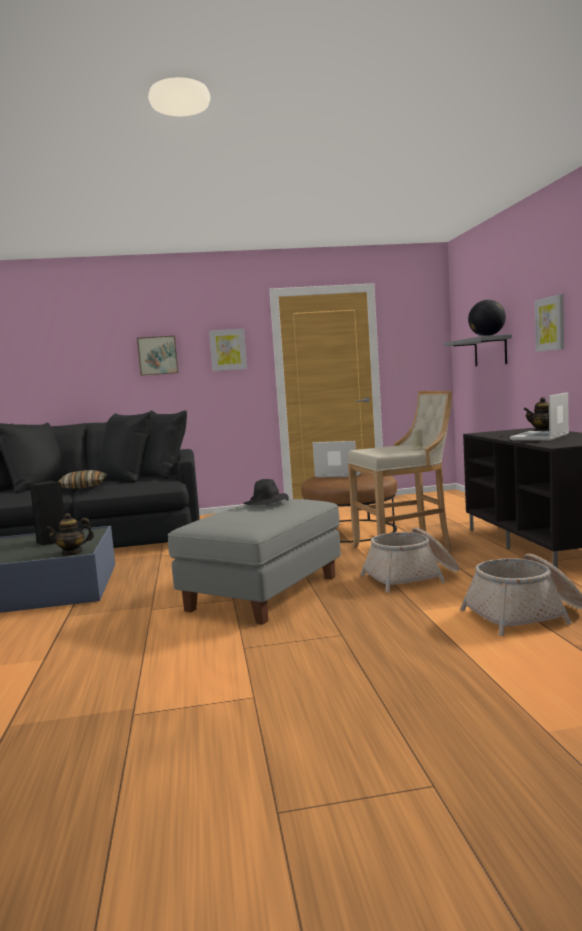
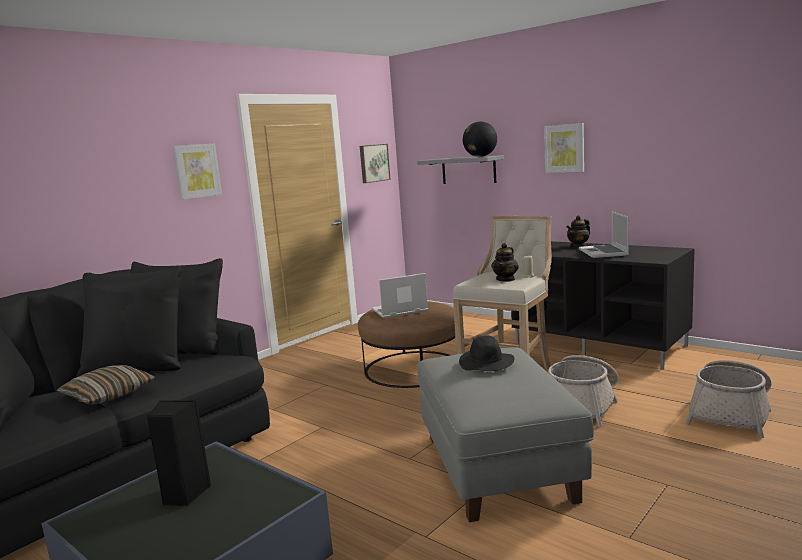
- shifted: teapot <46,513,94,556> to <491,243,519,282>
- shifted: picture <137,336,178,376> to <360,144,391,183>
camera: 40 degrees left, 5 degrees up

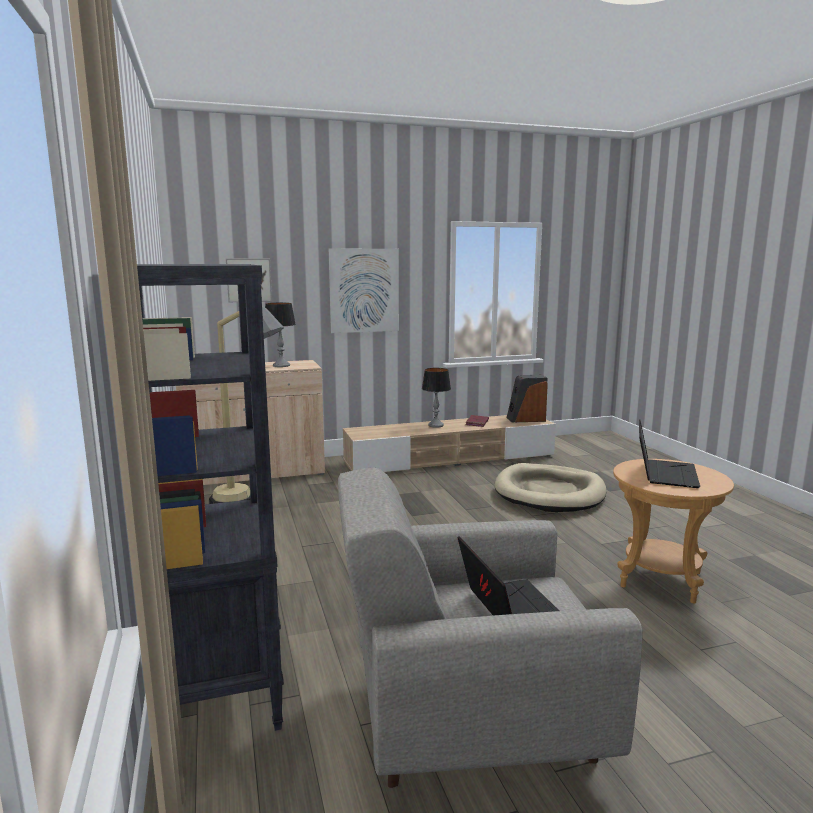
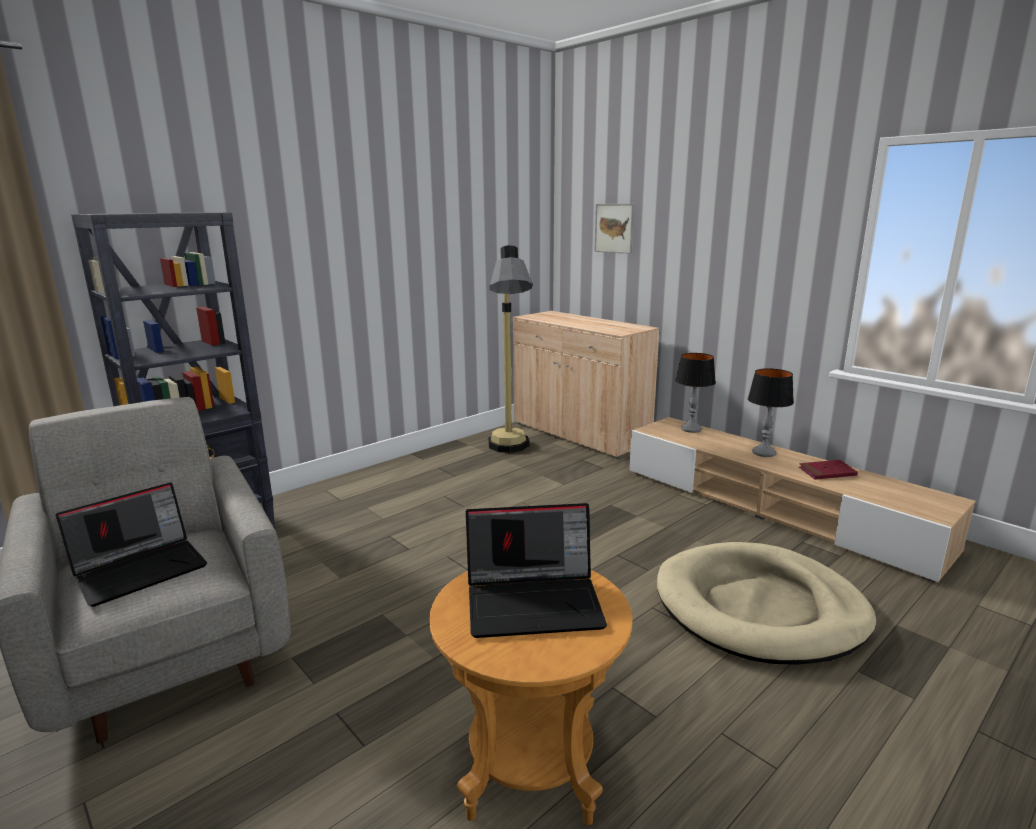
- gone: picture <329,248,399,333>
- gone: speaker <507,375,548,422>
- shifted: table lamp <265,303,296,367> to <675,353,716,433>
camera: 65 degrees right, 5 degrees up

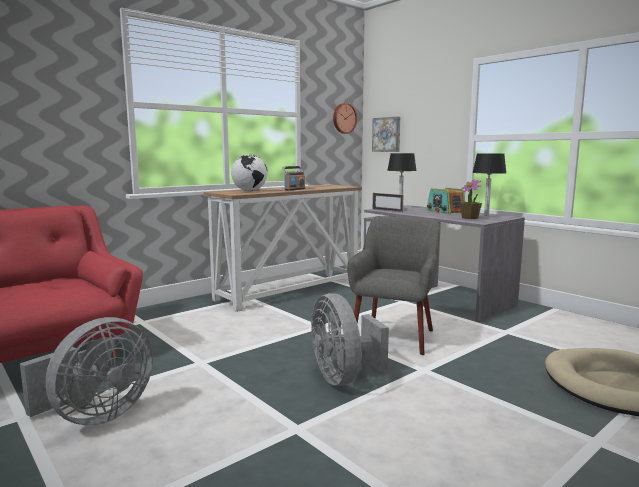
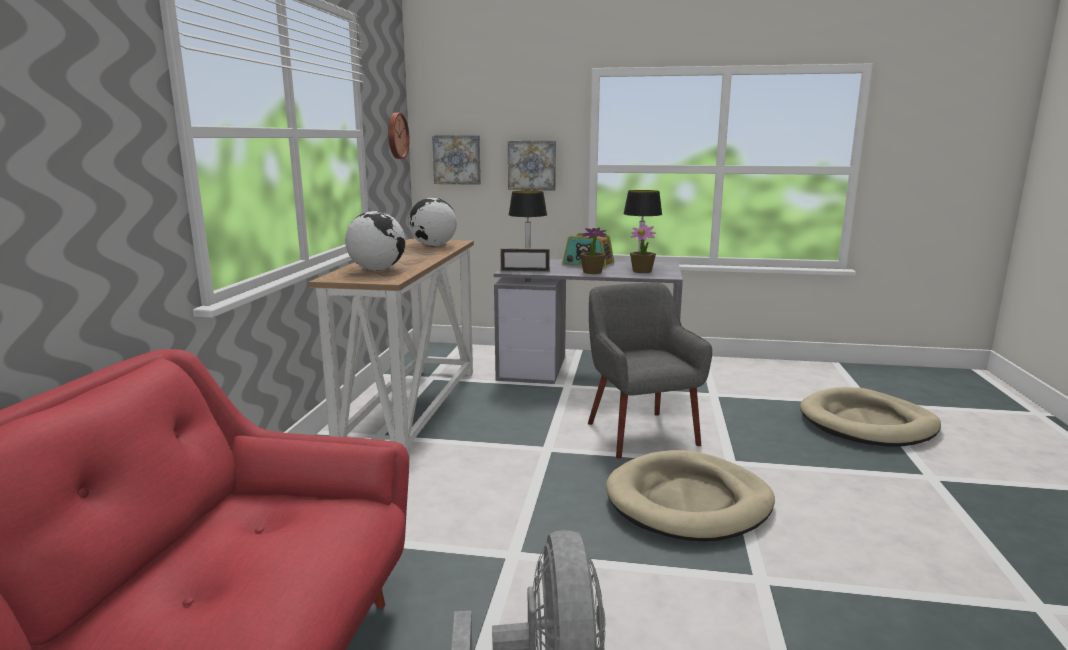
- gone: radio <282,166,305,191>
- new: globe <409,198,457,246>
- new: picture <508,141,556,191>
- new: potted plant <580,228,606,274>
- swapped: grey fan <311,293,389,386> to beige dog bed <606,450,775,542>
camera: 40 degrees left, 5 degrees up

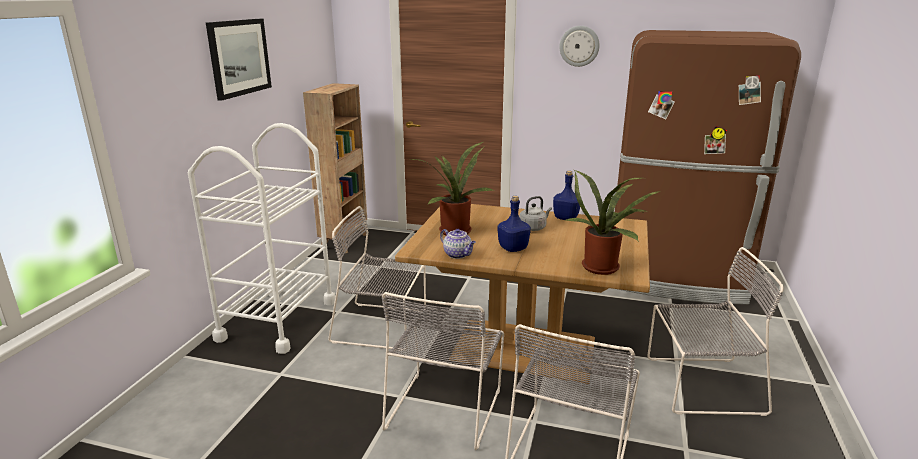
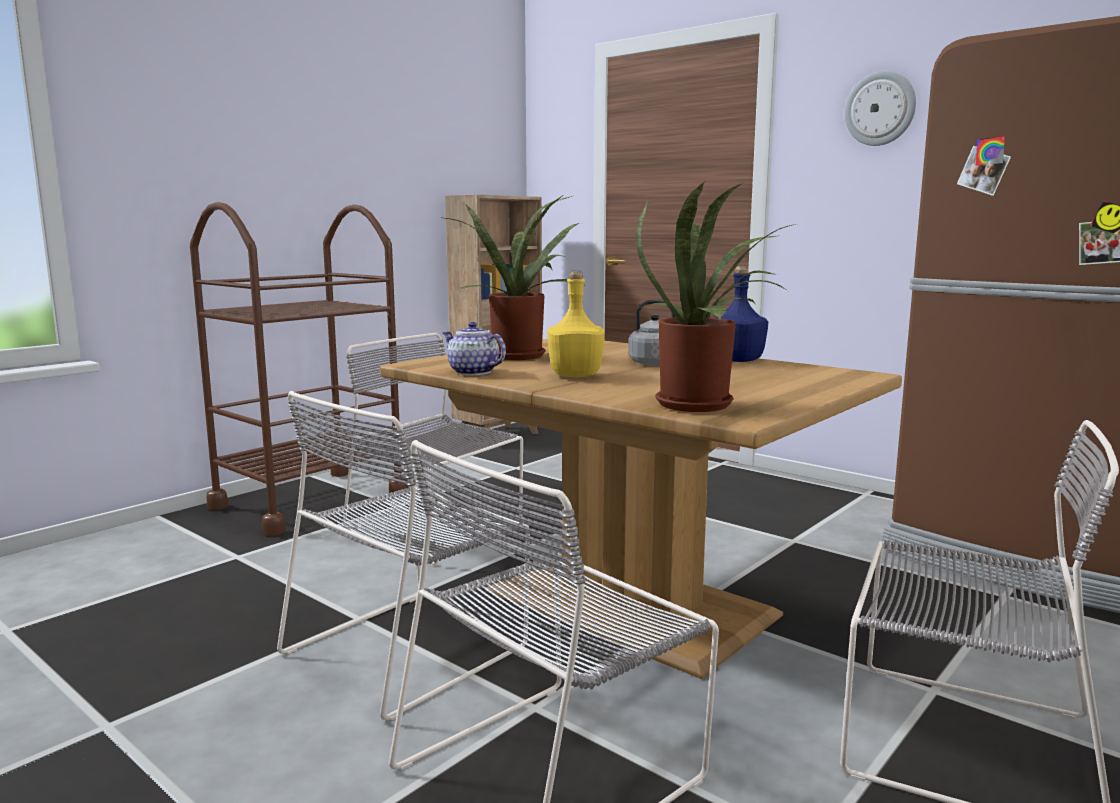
- gone: picture <206,19,272,101>
- repainted: white cart <188,123,336,354> to brown cart <190,202,409,536>
- repainted: blue bottle <497,196,531,252> to yellow bottle <547,271,604,377>
- rotated: teapot <440,229,476,259> = <442,322,506,375> 150 degrees clockwise
camera: 25 degrees right, 10 degrees down

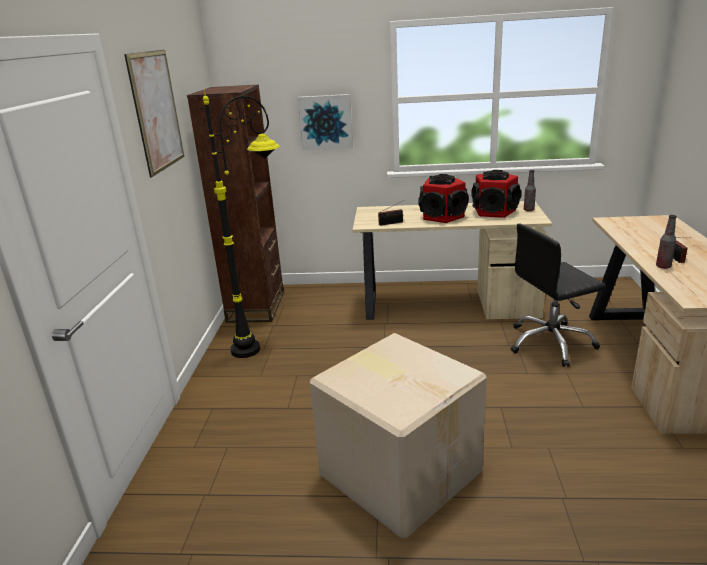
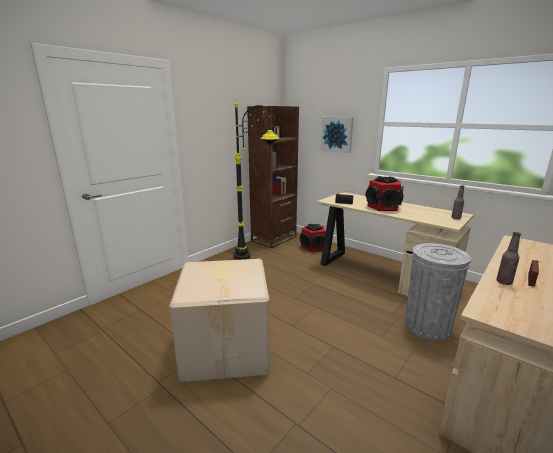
- gone: picture <124,50,185,178>
- shifted: speaker <471,170,522,218> to <300,224,326,252>
- swapped: black office chair <511,224,606,367> to grey trash can <405,243,471,341>
camera: 35 degrees right, 5 degrees down

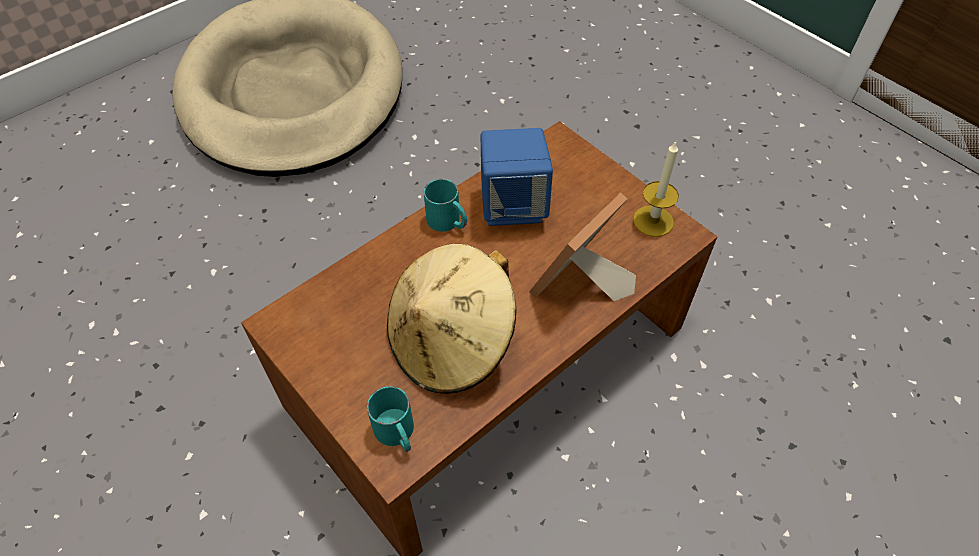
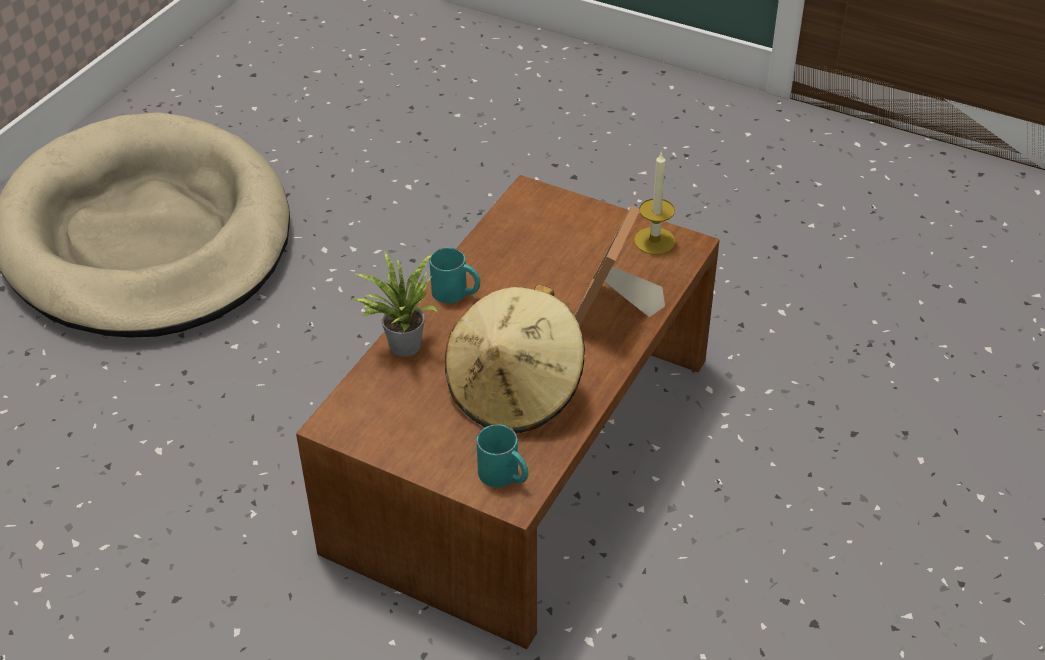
- gone: blue speaker <480,128,553,226>
- new: potted plant <352,251,438,357>
camera: 20 degrees left, 10 degrees down

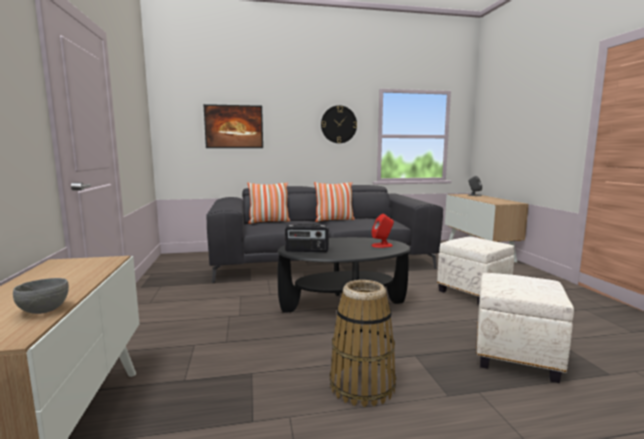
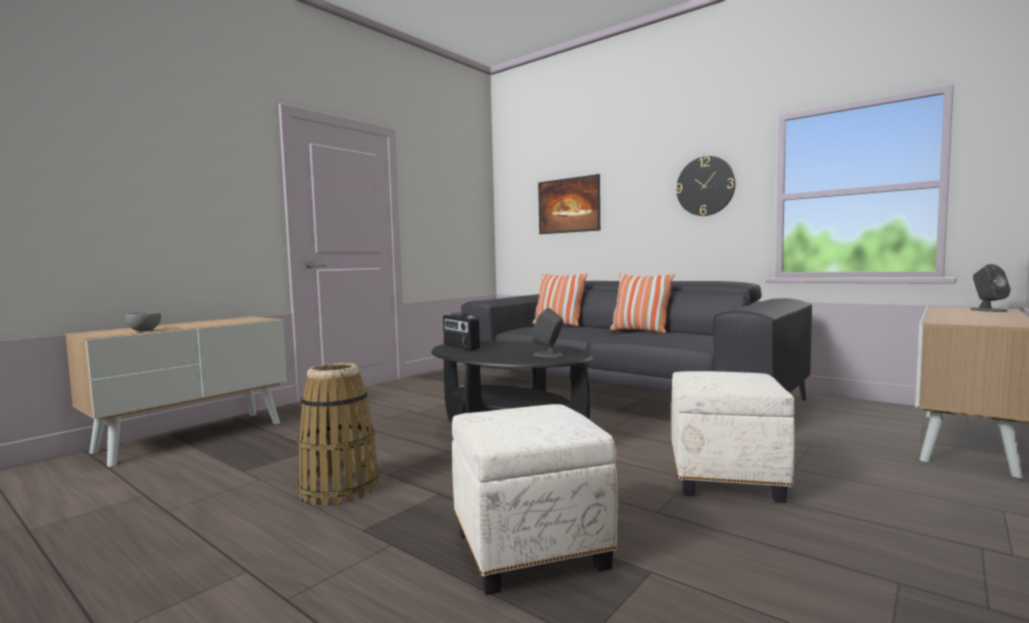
- repainted: red speaker <372,214,394,248> to grey speaker <532,308,564,358>
camera: 50 degrees right, 5 degrees down

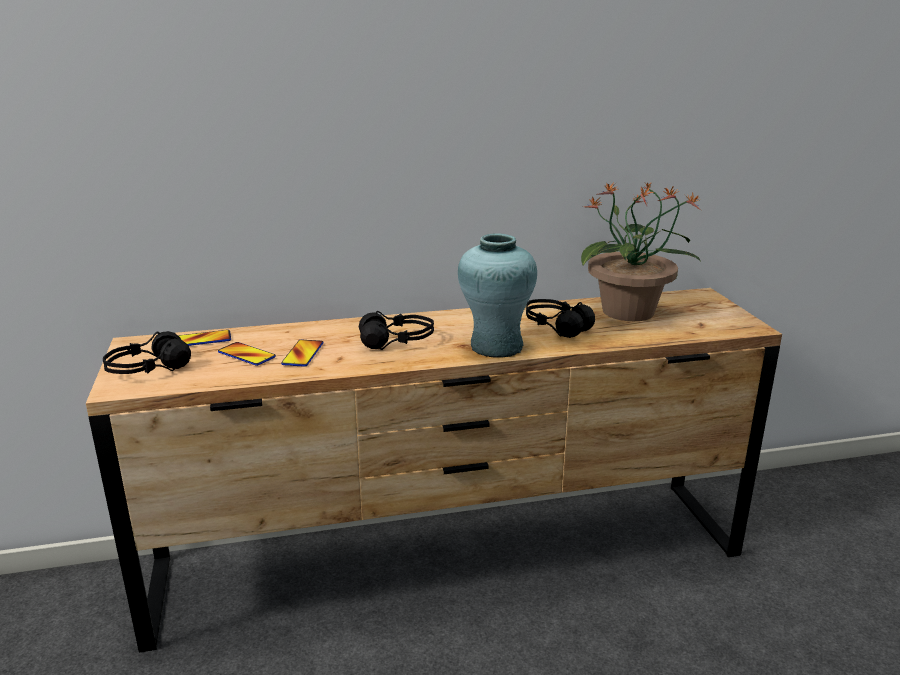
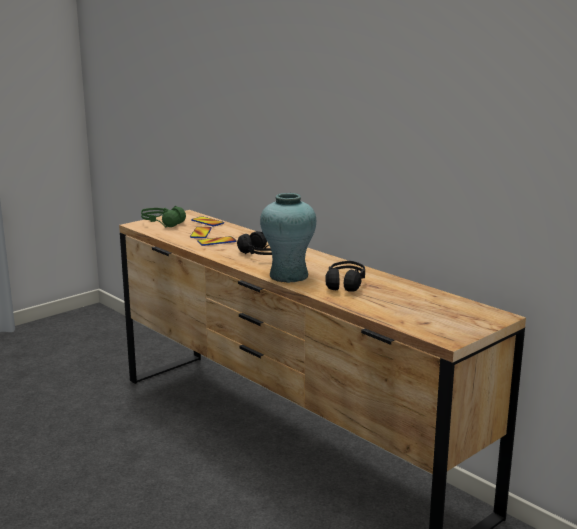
- gone: potted plant <581,182,701,321>
- repainted: black headphones <103,331,191,374> to green headphones <141,206,186,227>
camera: 60 degrees right, 5 degrees down

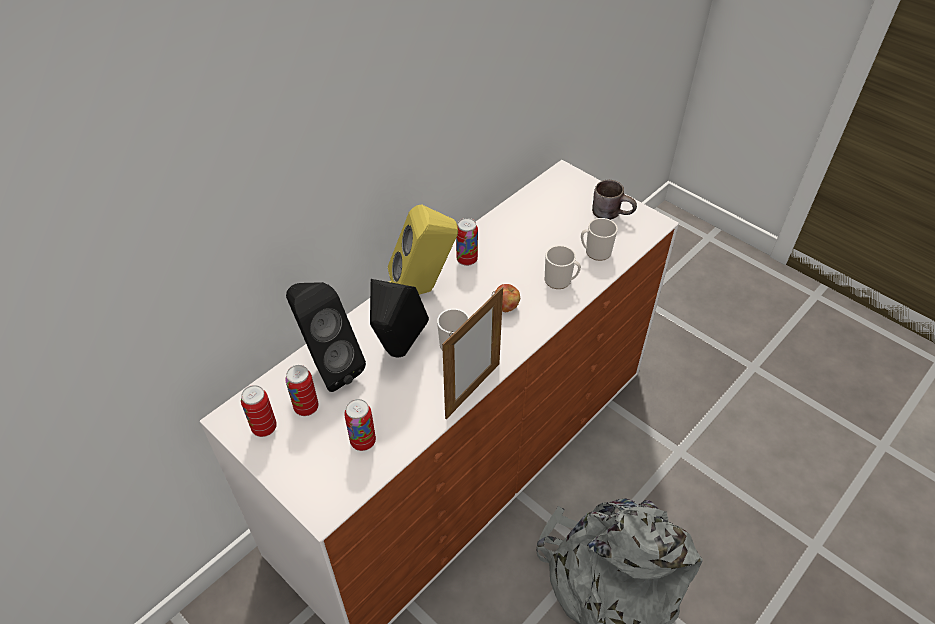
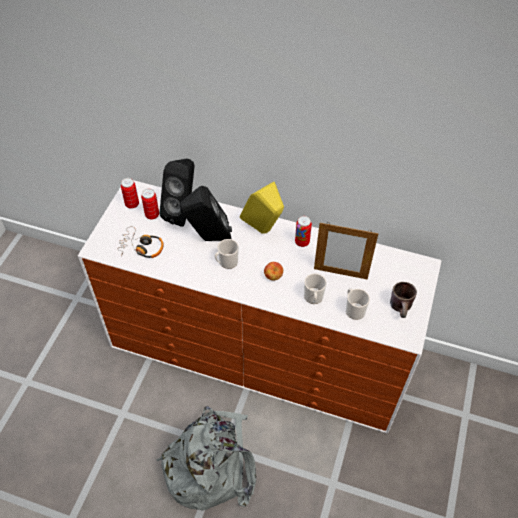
- shifted: picture frame <442,287,503,419> to <314,223,378,279>
- swapped: can <344,399,376,451> to headphones <118,226,164,258>
camera: 65 degrees right, 5 degrees up

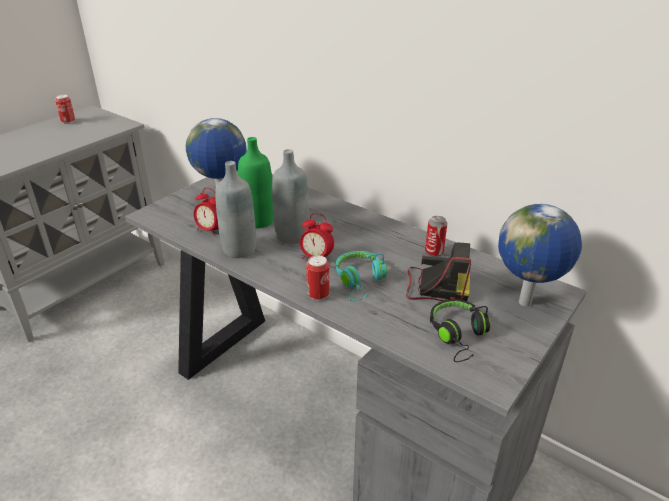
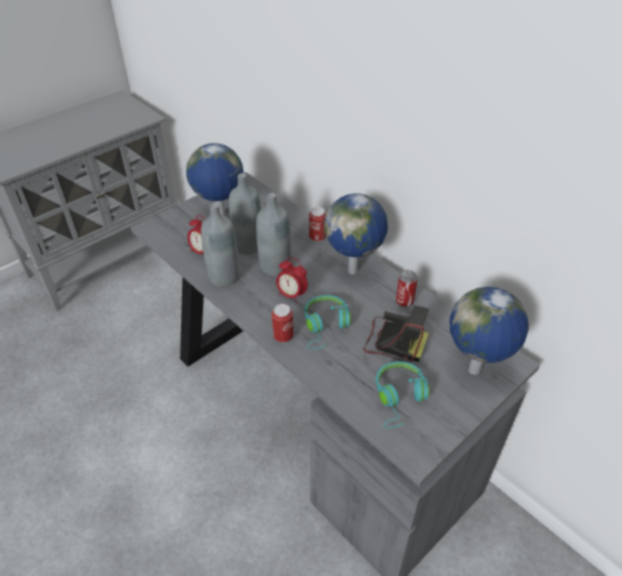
- new: globe <324,193,388,274>
- shifted: can <55,95,75,124> to <309,207,326,242>
- repainted: green bottle <238,137,274,228> to grey bottle <229,173,261,255>
- repainted: black headphones <430,299,491,362> to turquoise headphones <376,361,429,428>
camera: 10 degrees right, 10 degrees up

